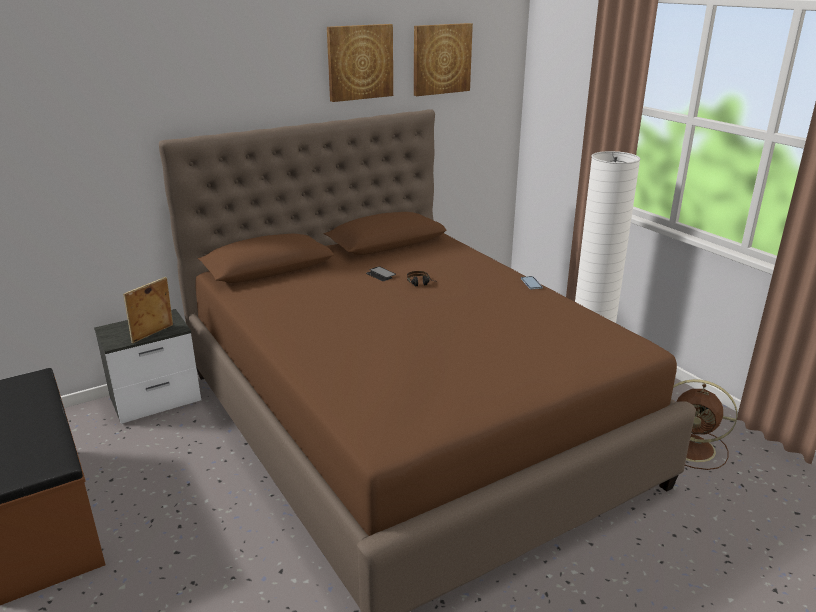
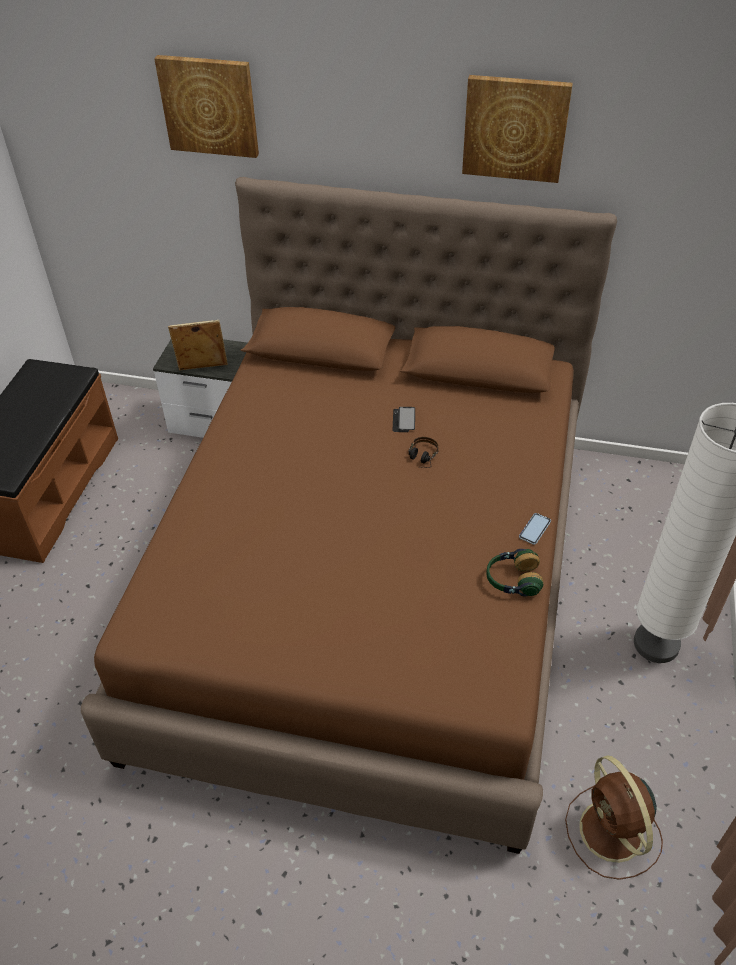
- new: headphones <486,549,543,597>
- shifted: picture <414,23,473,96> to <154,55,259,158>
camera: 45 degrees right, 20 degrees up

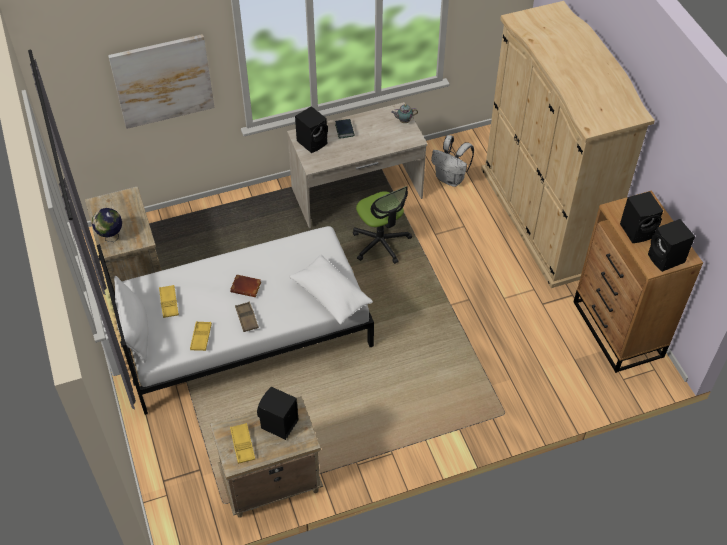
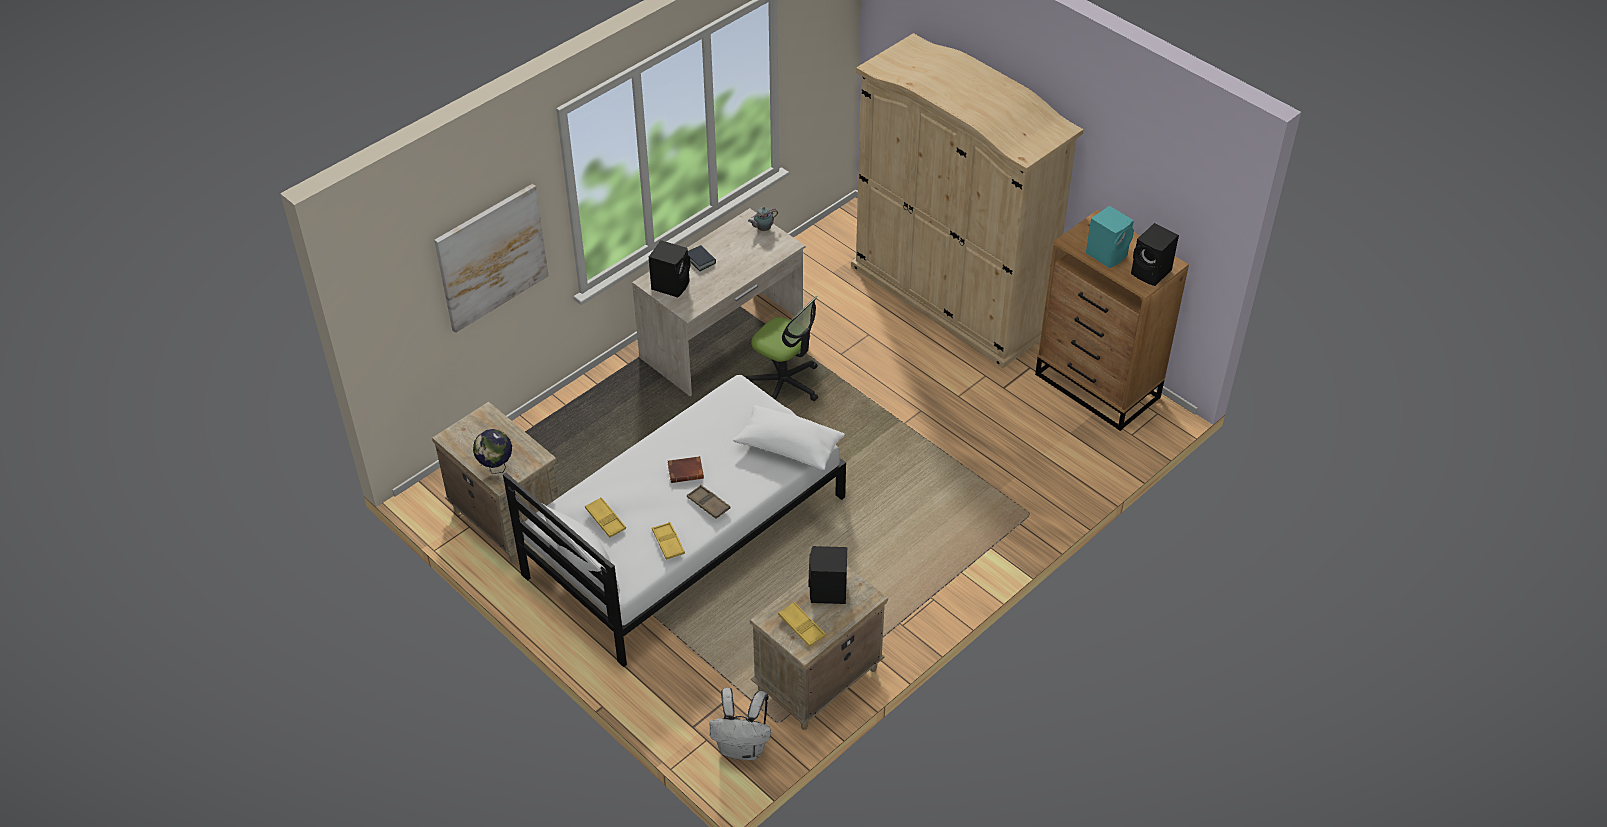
- shifted: white backpack <431,135,474,187> to <710,688,771,760>
- repainted: black speaker <620,192,663,243> to turquoise speaker <1086,206,1134,268>
camera: 25 degrees left, 5 degrees down

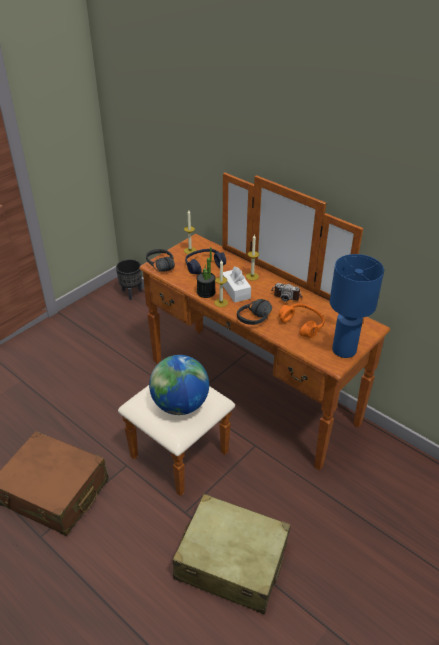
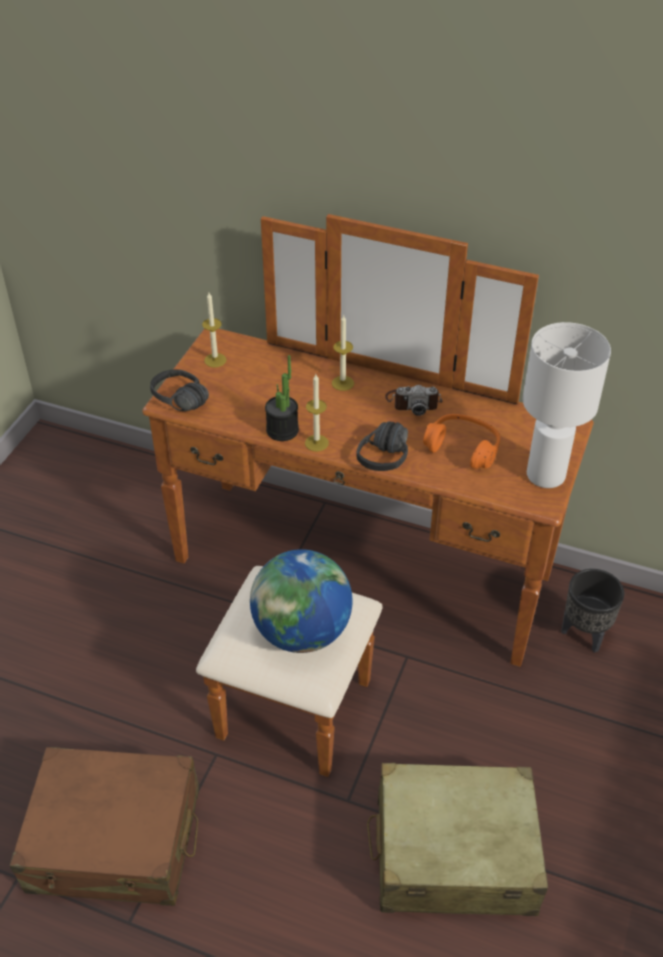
- gone: blue headphones <185,249,226,274>
- gone: white tissue box <223,266,251,303>
- shifted: black planter <116,259,142,300> to <561,569,624,653>
- repainted: blue table lamp <330,254,384,358> to white table lamp <523,322,611,488>
camera: 20 degrees left, 5 degrees up

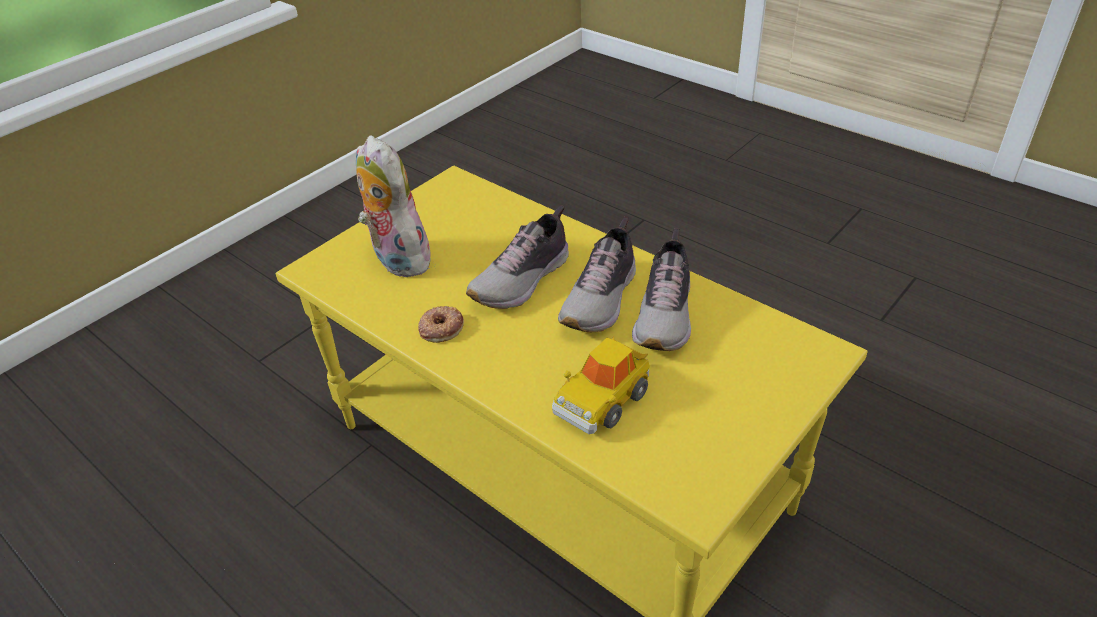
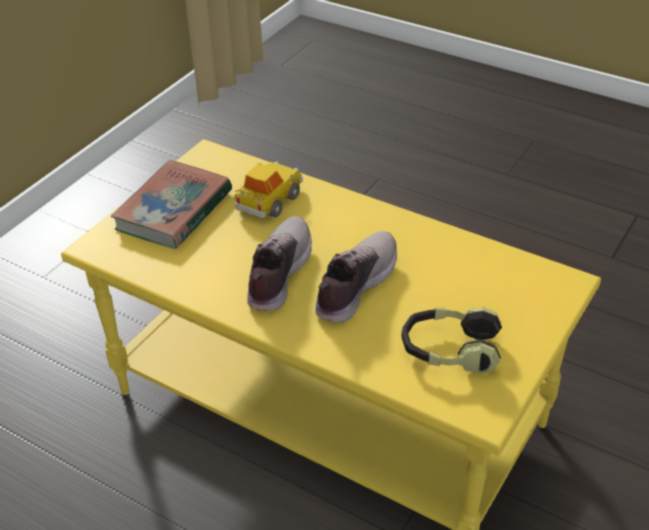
- gone: plush toy <356,136,431,277>
- gone: donut <418,306,464,343>
- gone: shoe <632,228,691,351>
- new: book <111,160,232,249>
- new: headphones <401,307,502,374>
camera: 170 degrees right, 0 degrees up

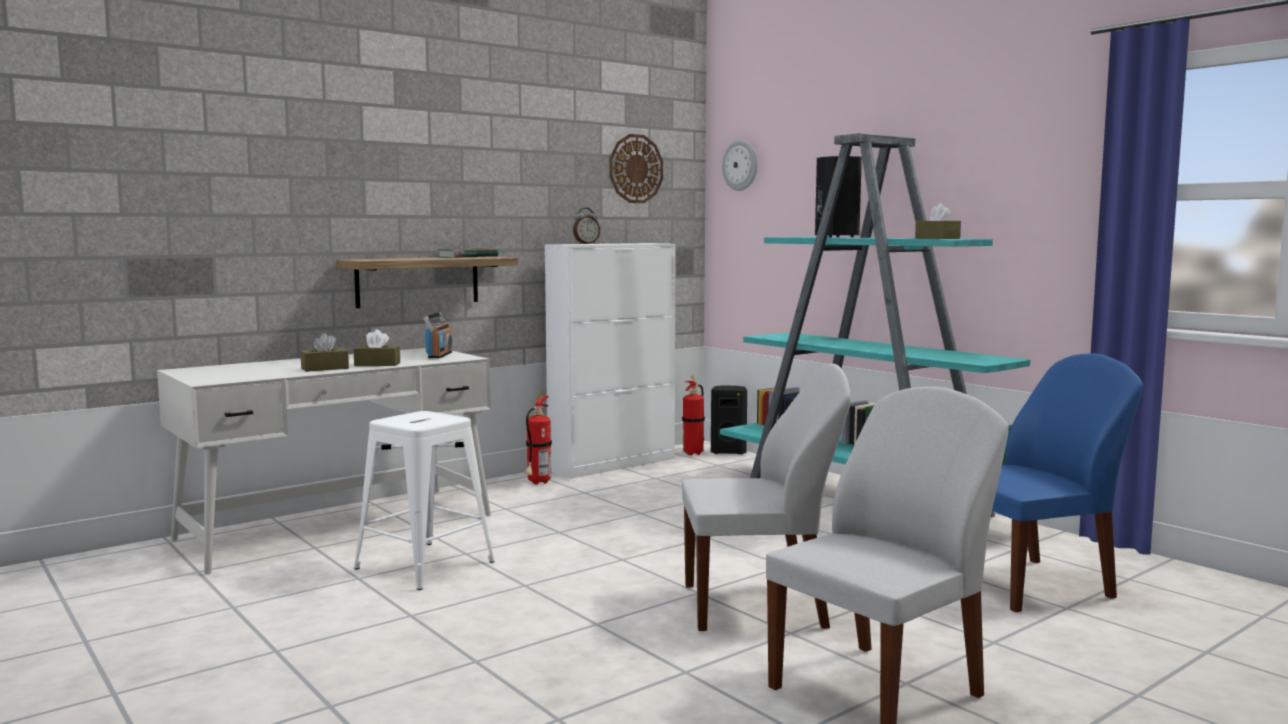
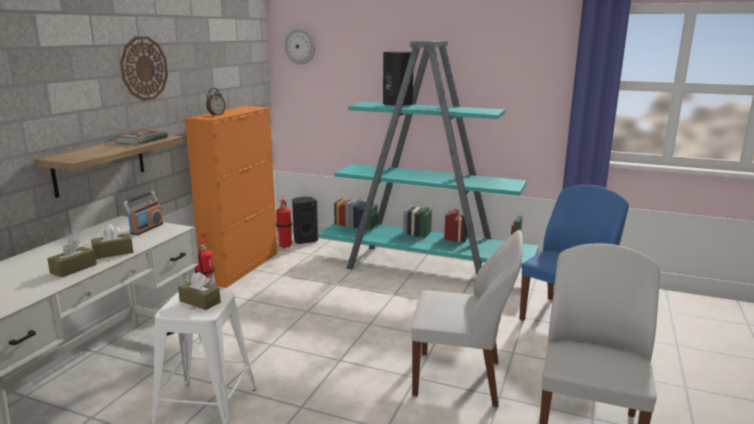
- shifted: wall clock <609,134,663,203> to <120,36,168,101>
- shifted: brown tissue box <915,204,961,239> to <178,272,221,310>
- repainted: white cabinet <545,243,676,479> to orange cabinet <185,106,278,288>
- rotated: radio <423,312,452,358> = <123,191,163,235> 45 degrees clockwise
- rotated: white chair <682,364,851,631> = <411,230,523,407> 45 degrees clockwise
camera: 30 degrees left, 10 degrees up

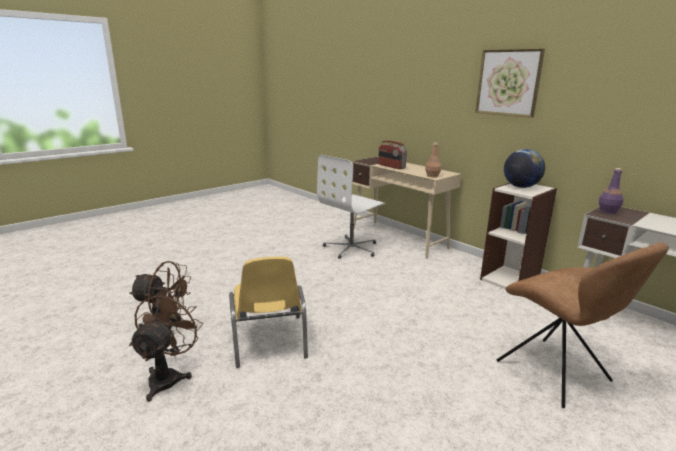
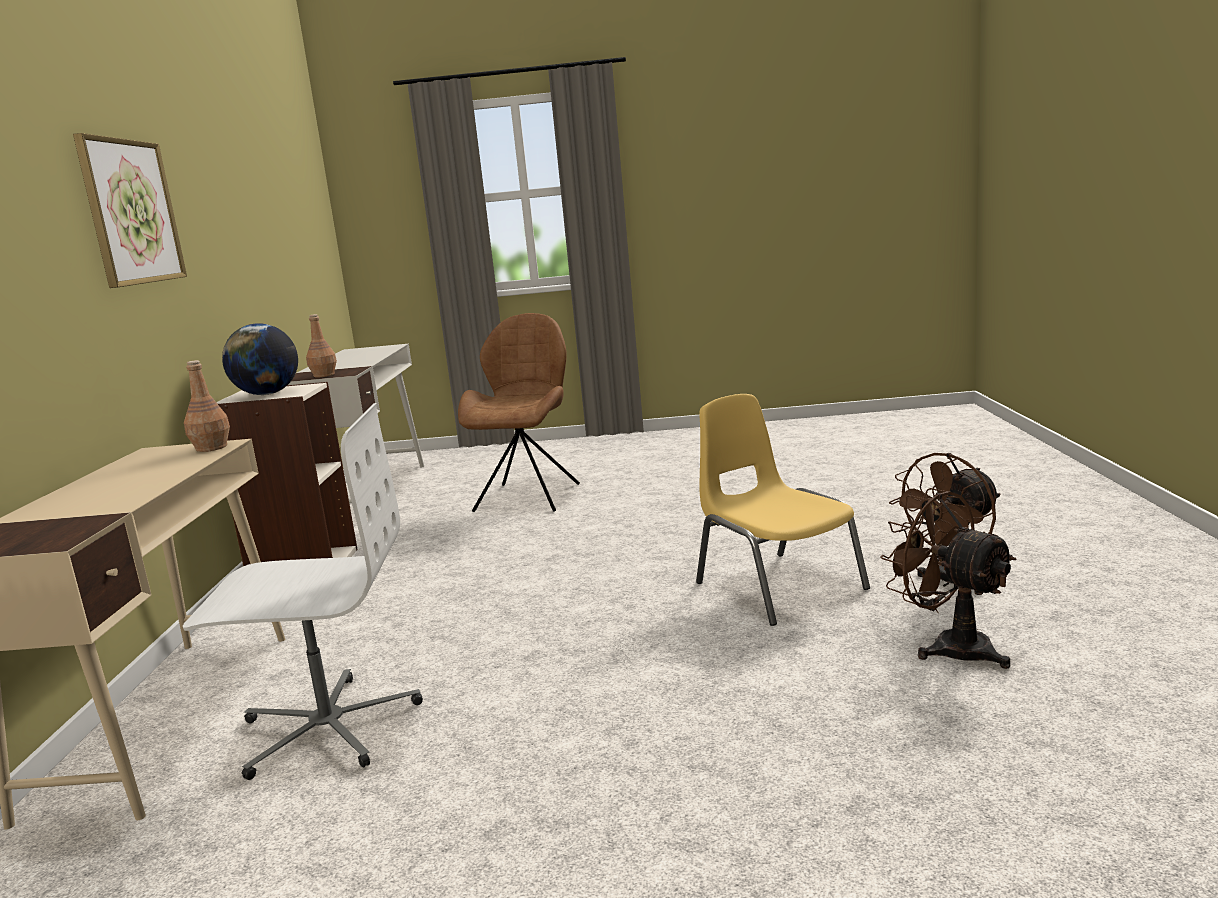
- gone: radio <378,140,407,169>
- repainted: purple bottle <599,168,623,214> to brown bottle <306,314,337,377>
- rotated: yellow chair <229,256,308,368> = <696,394,870,626> 60 degrees counterclockwise
camera: 135 degrees left, 5 degrees down

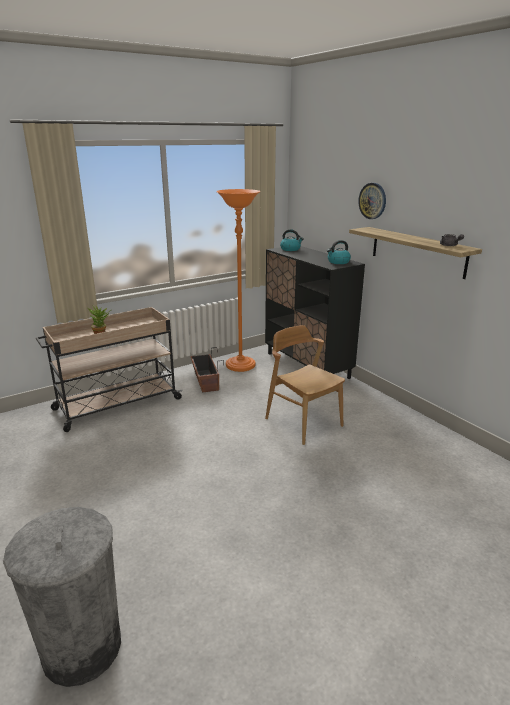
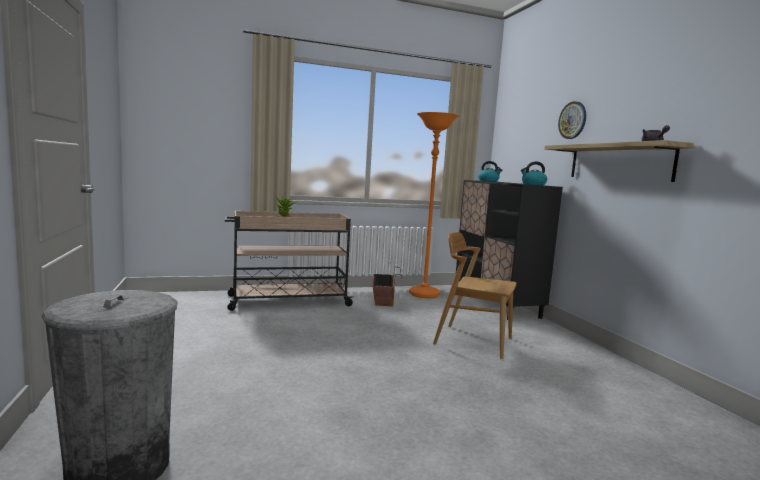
- rotated: brown chair <265,325,345,445> = <433,232,517,359> 45 degrees counterclockwise
camera: 15 degrees right, 15 degrees down

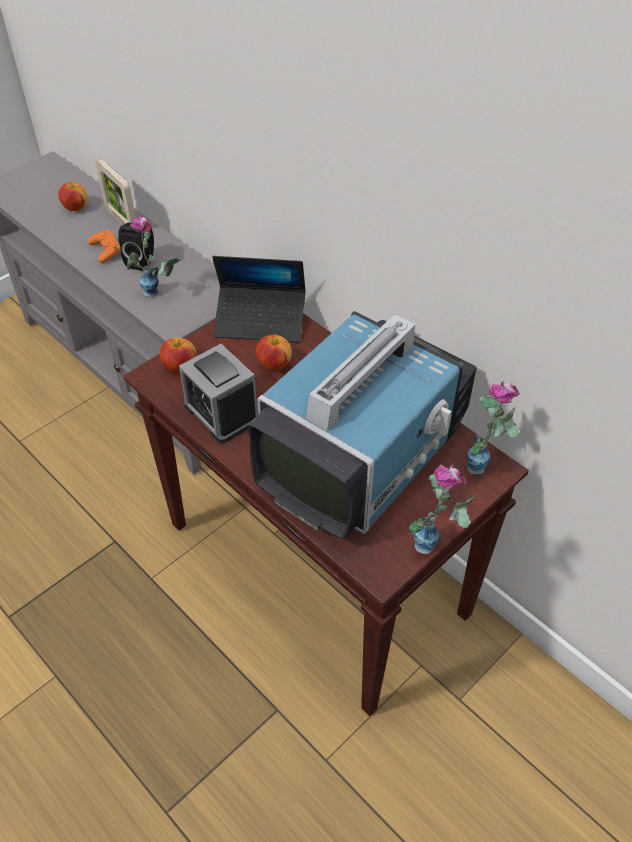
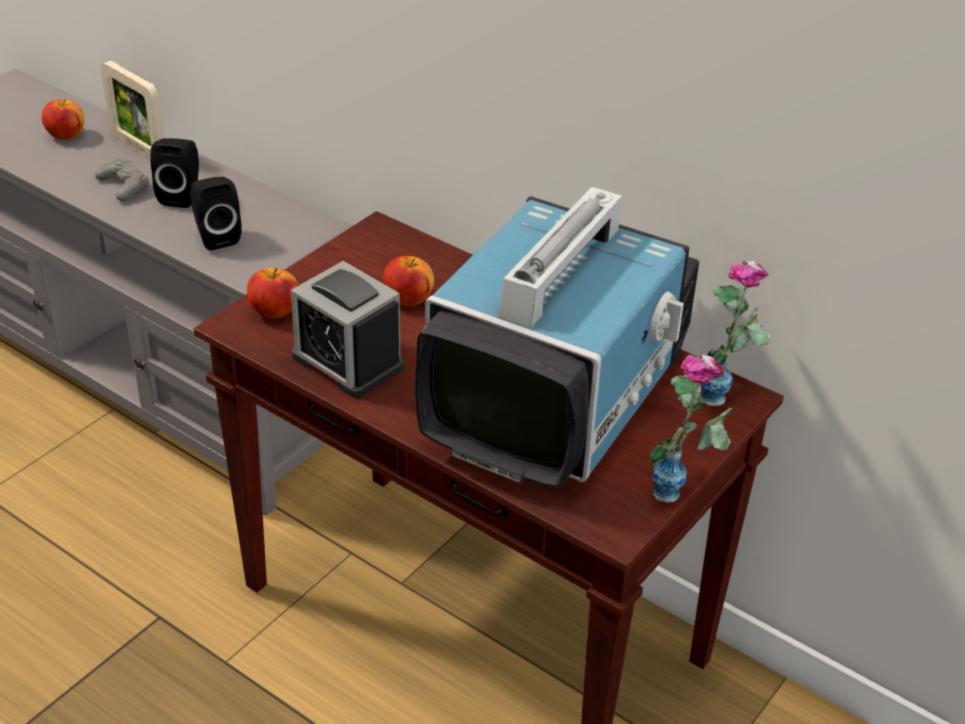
- gone: laptop <212,256,306,343>
- swapped: vase <127,216,180,297> to black speaker <190,177,242,251>
- repainted: orange game controller <88,230,121,263> to grey game controller <95,158,149,201>
camera: 10 degrees left, 10 degrees down

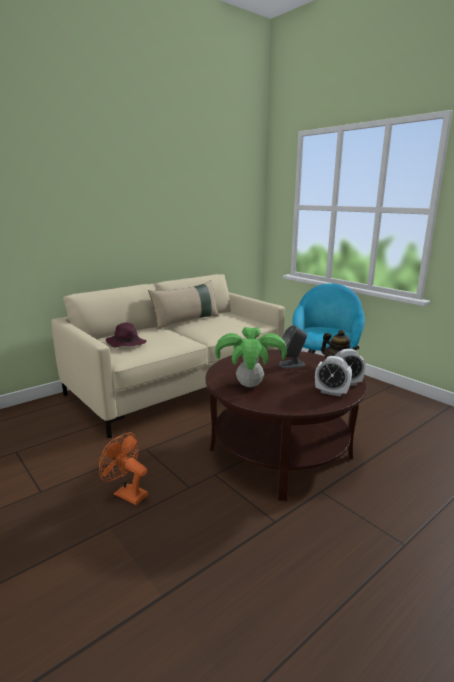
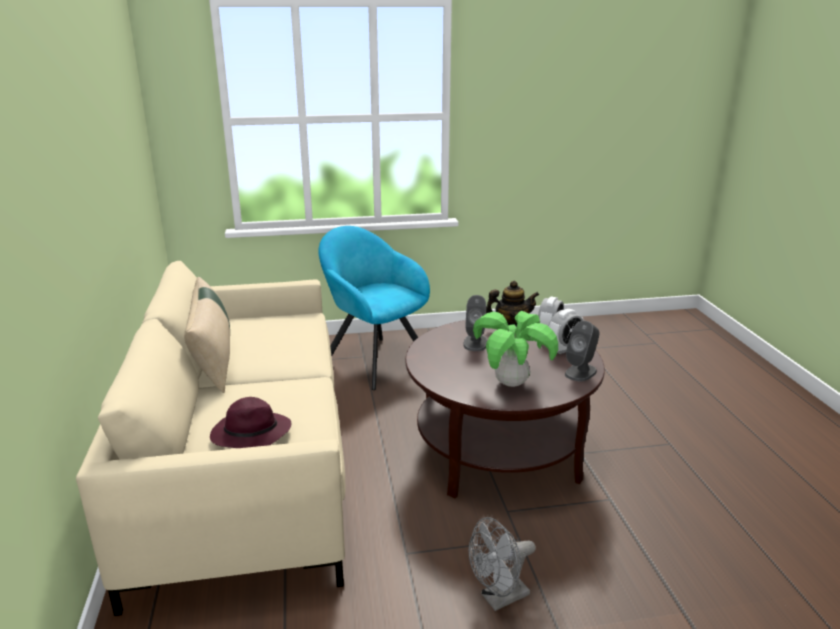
- new: grey speaker <565,321,599,381>
- repainted: orange fan <99,432,148,505> to grey fan <469,517,536,611>
camera: 60 degrees left, 5 degrees up

